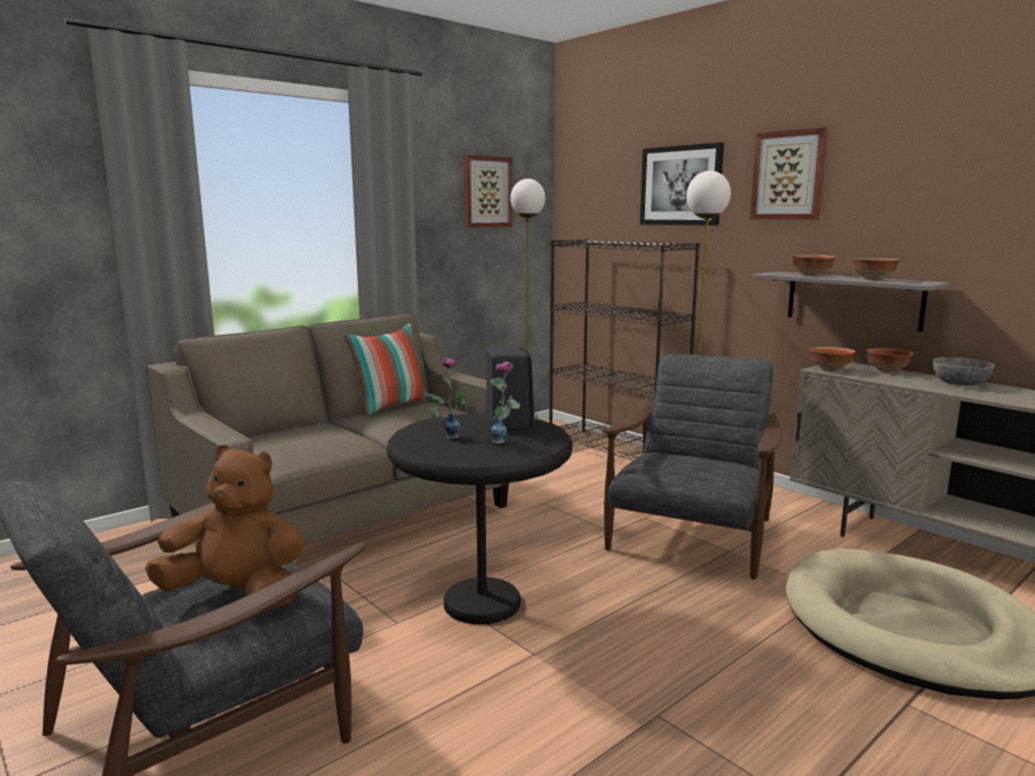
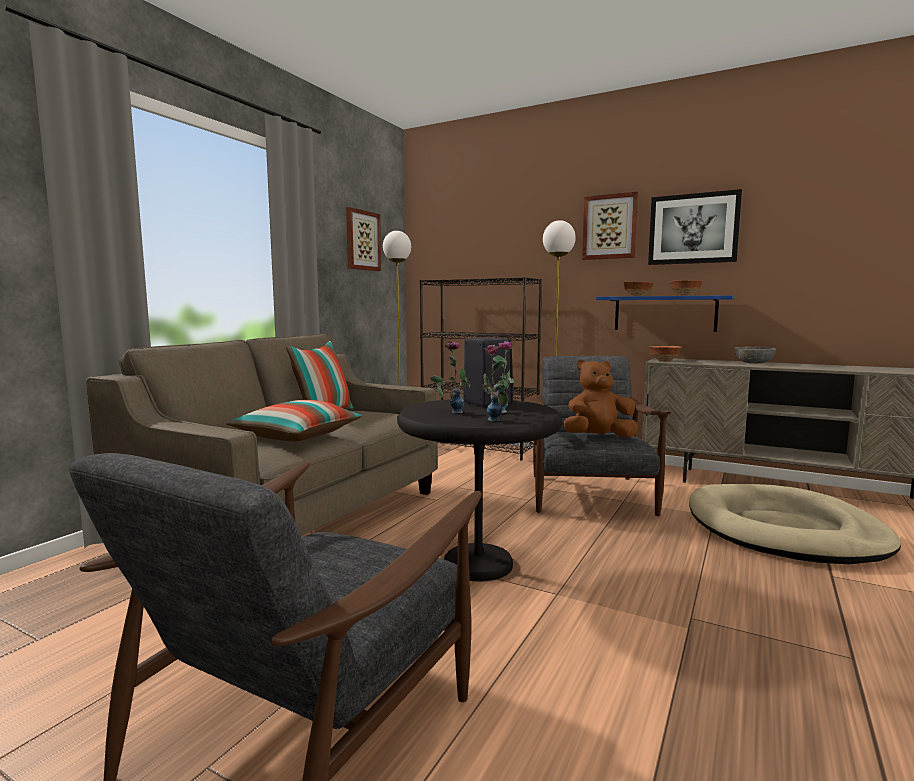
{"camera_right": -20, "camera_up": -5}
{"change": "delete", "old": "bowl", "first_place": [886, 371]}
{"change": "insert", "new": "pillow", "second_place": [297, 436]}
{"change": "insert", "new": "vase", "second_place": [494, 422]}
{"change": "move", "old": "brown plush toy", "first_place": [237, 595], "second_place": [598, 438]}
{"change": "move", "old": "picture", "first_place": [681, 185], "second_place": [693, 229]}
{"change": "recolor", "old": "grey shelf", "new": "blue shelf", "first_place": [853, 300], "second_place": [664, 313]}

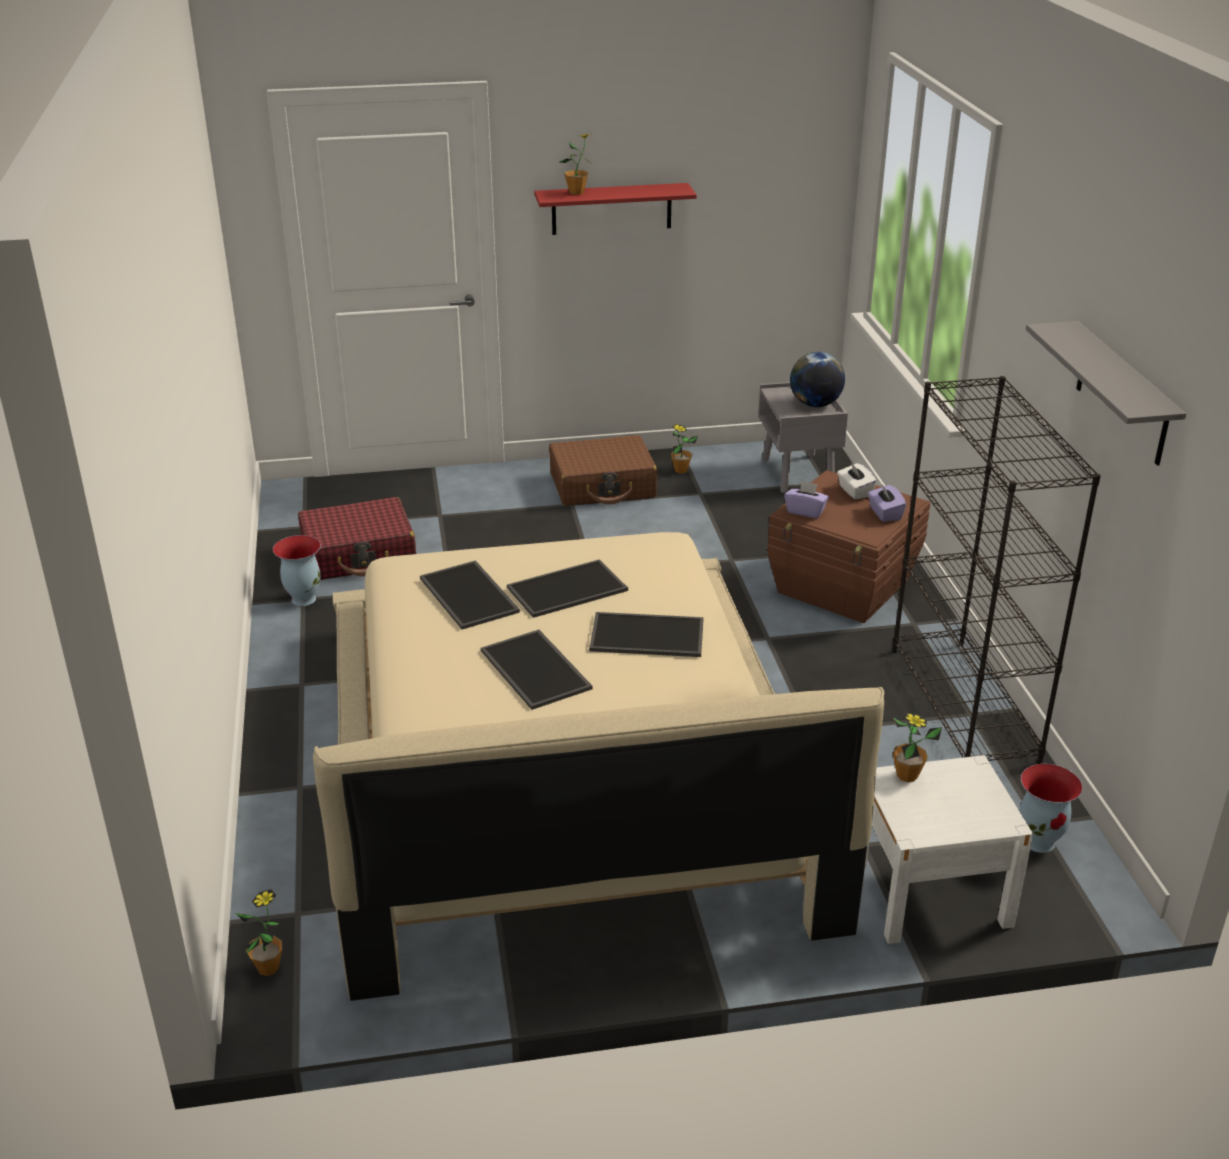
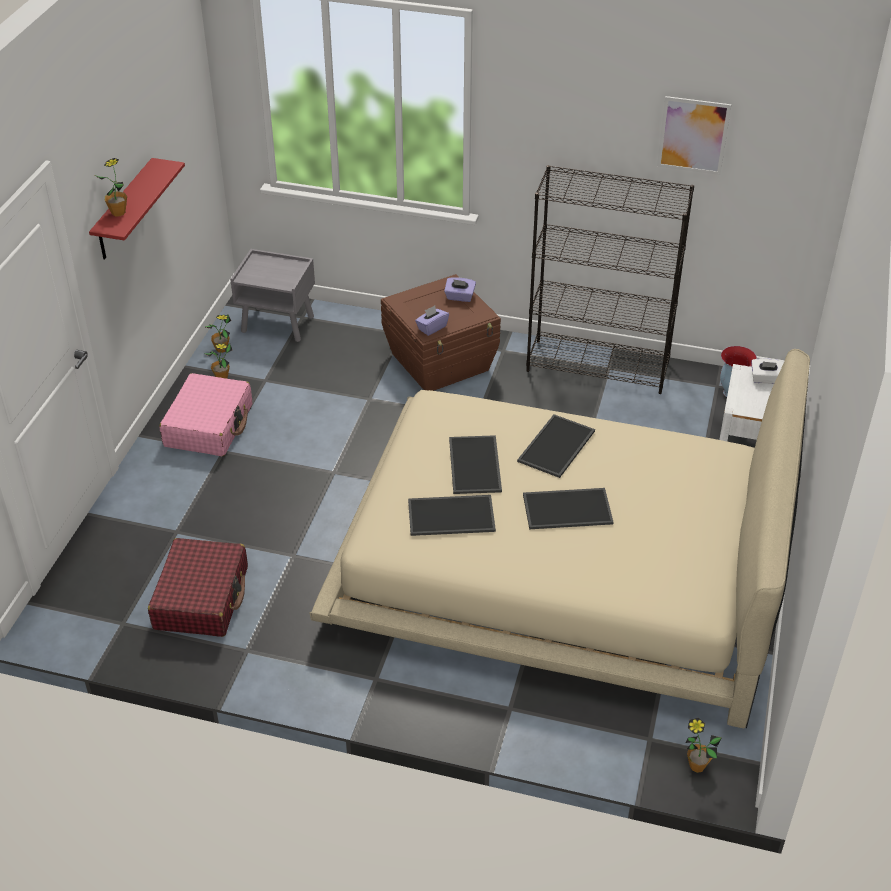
{"camera_right": -65, "camera_up": 10}
{"change": "delete", "old": "vase", "first_place": [303, 599]}
{"change": "delete", "old": "globe", "first_place": [815, 404]}
{"change": "move", "old": "white tissue box", "first_place": [854, 491], "second_place": [765, 379]}
{"change": "move", "old": "potted plant", "first_place": [907, 775], "second_place": [221, 349]}
{"change": "replace", "old": "grey shelf", "new": "picture", "first_place": [1122, 394], "second_place": [693, 135]}
{"change": "recolor", "old": "brown suitcase", "new": "pink suitcase", "first_place": [603, 485], "second_place": [209, 425]}

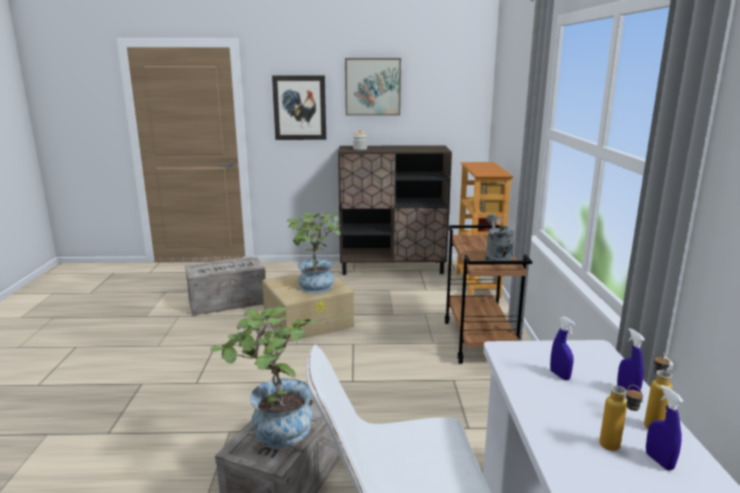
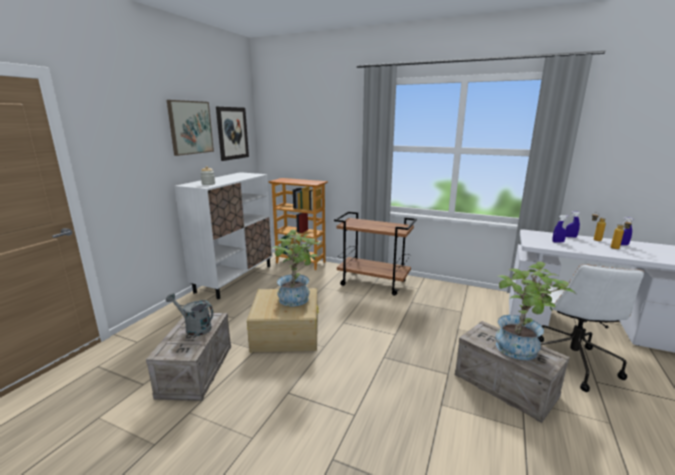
{"camera_right": -65, "camera_up": 0}
{"change": "move", "old": "picture", "first_place": [299, 108], "second_place": [232, 133]}
{"change": "move", "old": "grey watering can", "first_place": [497, 257], "second_place": [194, 328]}
{"change": "recolor", "old": "brown cabinet", "new": "white cabinet", "first_place": [392, 268], "second_place": [235, 278]}

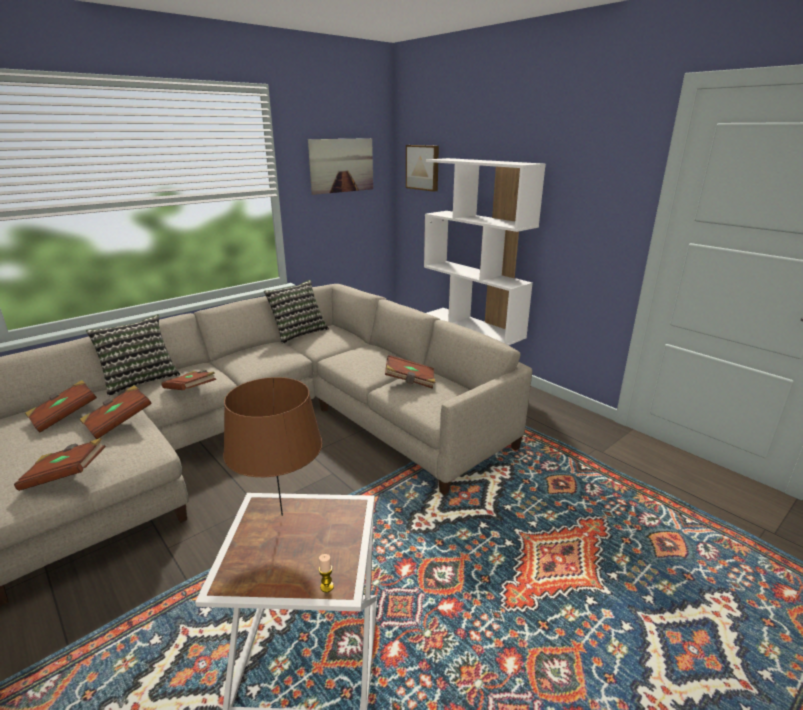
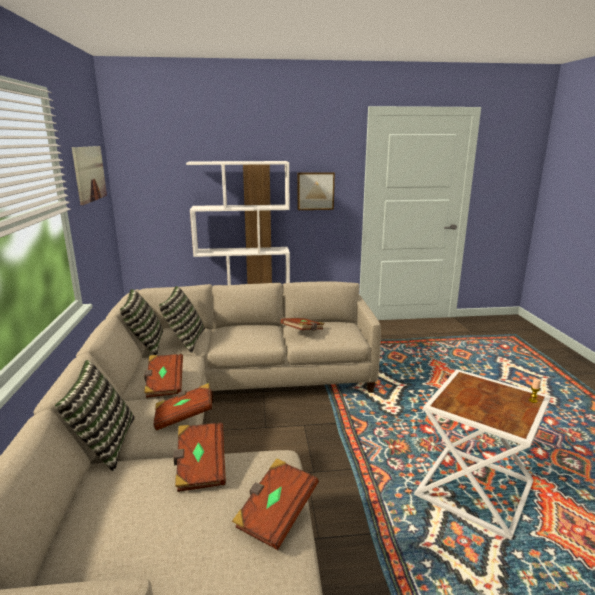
{"camera_right": -55, "camera_up": -5}
{"change": "delete", "old": "brown table lamp", "first_place": [282, 515]}
{"change": "insert", "new": "pillow", "second_place": [184, 340]}
{"change": "move", "old": "brown book", "first_place": [64, 416], "second_place": [164, 384]}
{"change": "move", "old": "picture", "first_place": [423, 167], "second_place": [315, 191]}

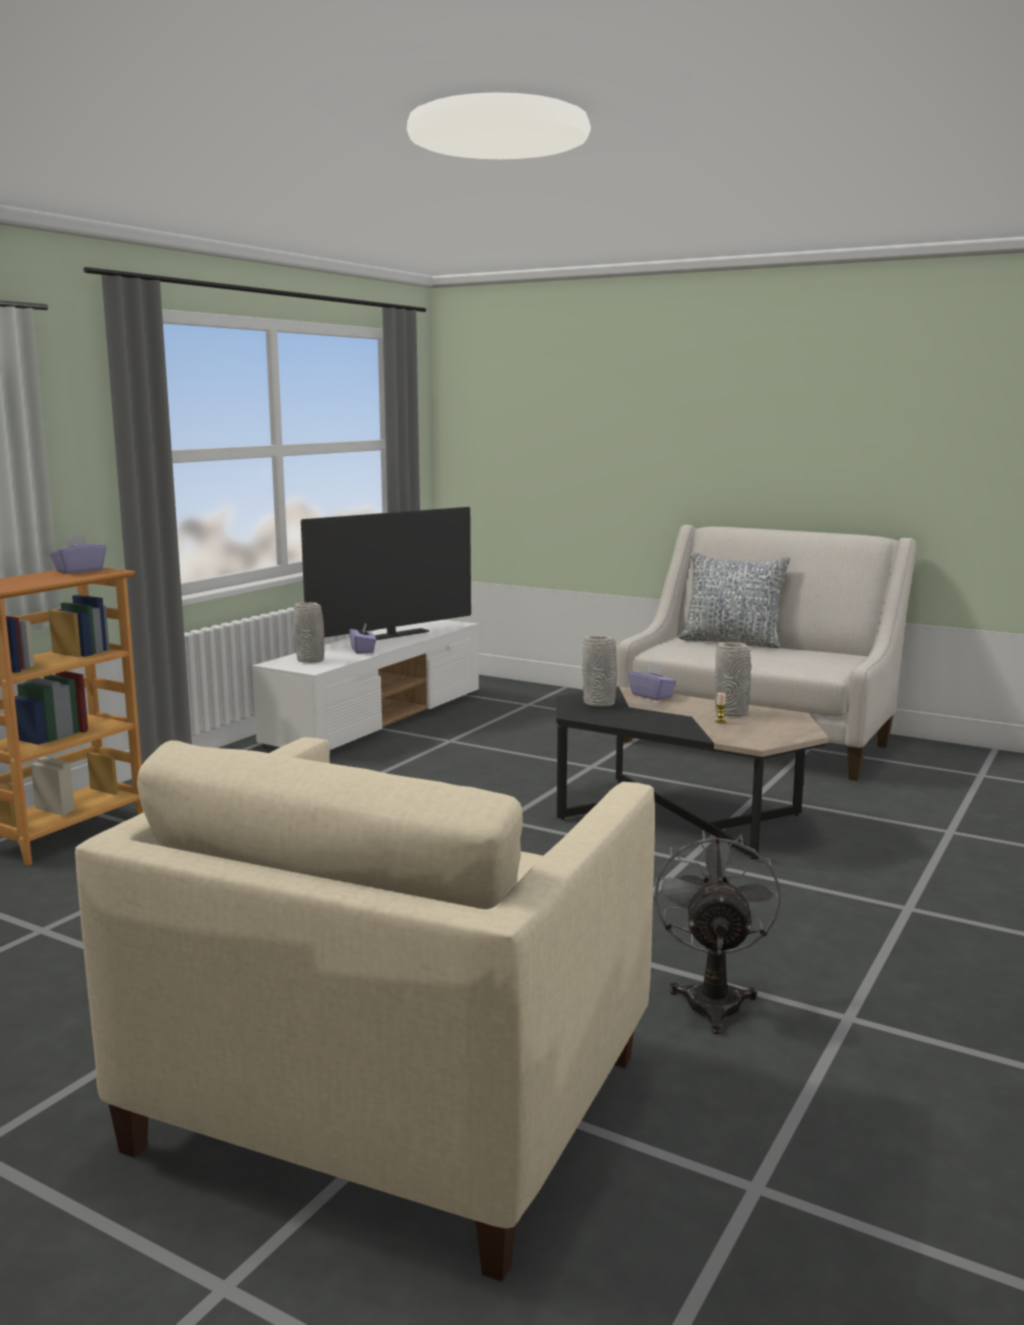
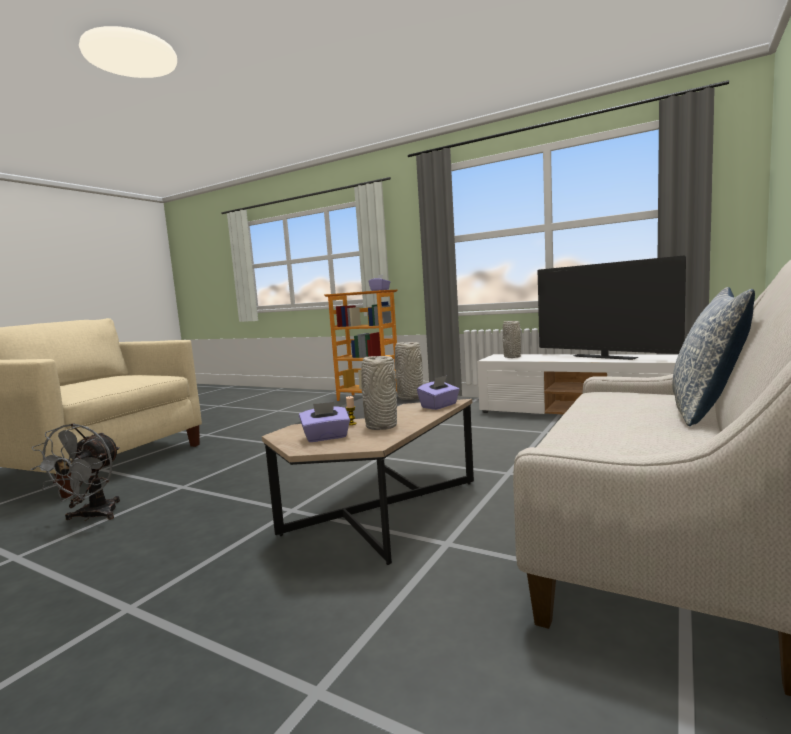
{"camera_right": 90, "camera_up": -5}
{"change": "move", "old": "purple tissue box", "first_place": [363, 650], "second_place": [326, 437]}
{"change": "rotate", "old": "grey fan", "first_place": [713, 998], "second_place": [92, 517], "degrees": 90}

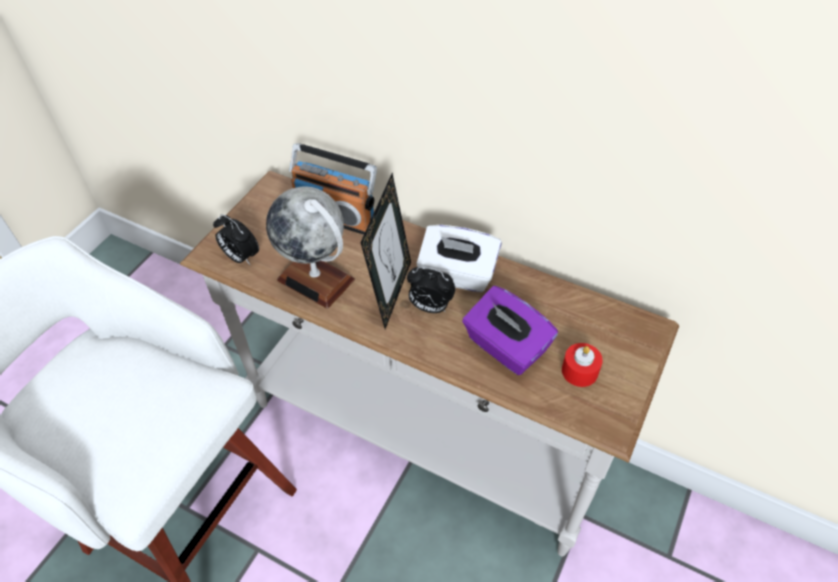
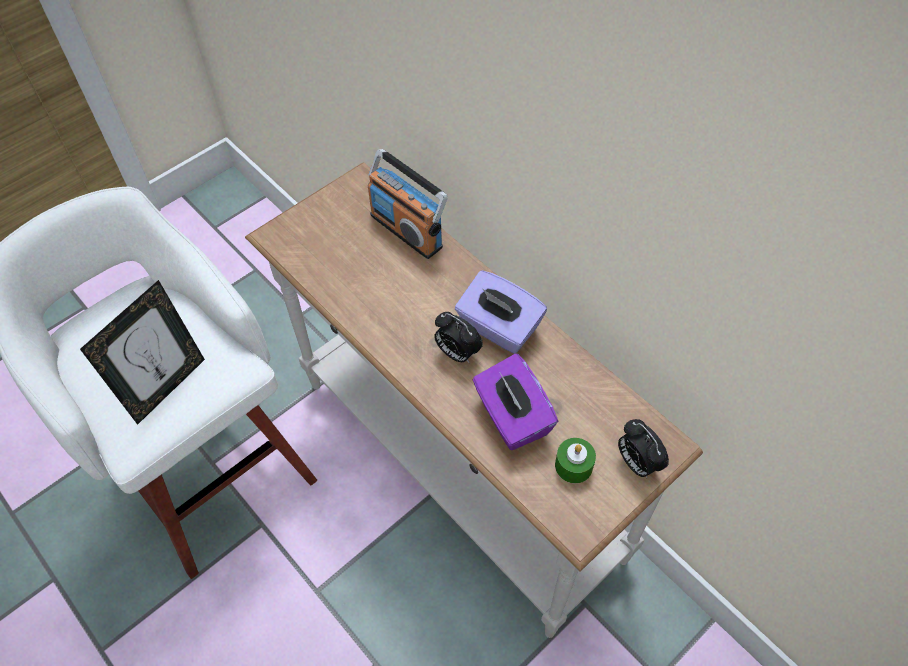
{"camera_right": 20, "camera_up": 5}
{"change": "delete", "old": "globe", "first_place": [316, 279]}
{"change": "move", "old": "alarm clock", "first_place": [241, 257], "second_place": [637, 463]}
{"change": "move", "old": "picture frame", "first_place": [391, 293], "second_place": [166, 387]}
{"change": "recolor", "old": "white tissue box", "new": "purple tissue box", "first_place": [457, 275], "second_place": [498, 328]}
{"change": "recolor", "old": "red candle", "new": "green candle", "first_place": [579, 371], "second_place": [573, 465]}

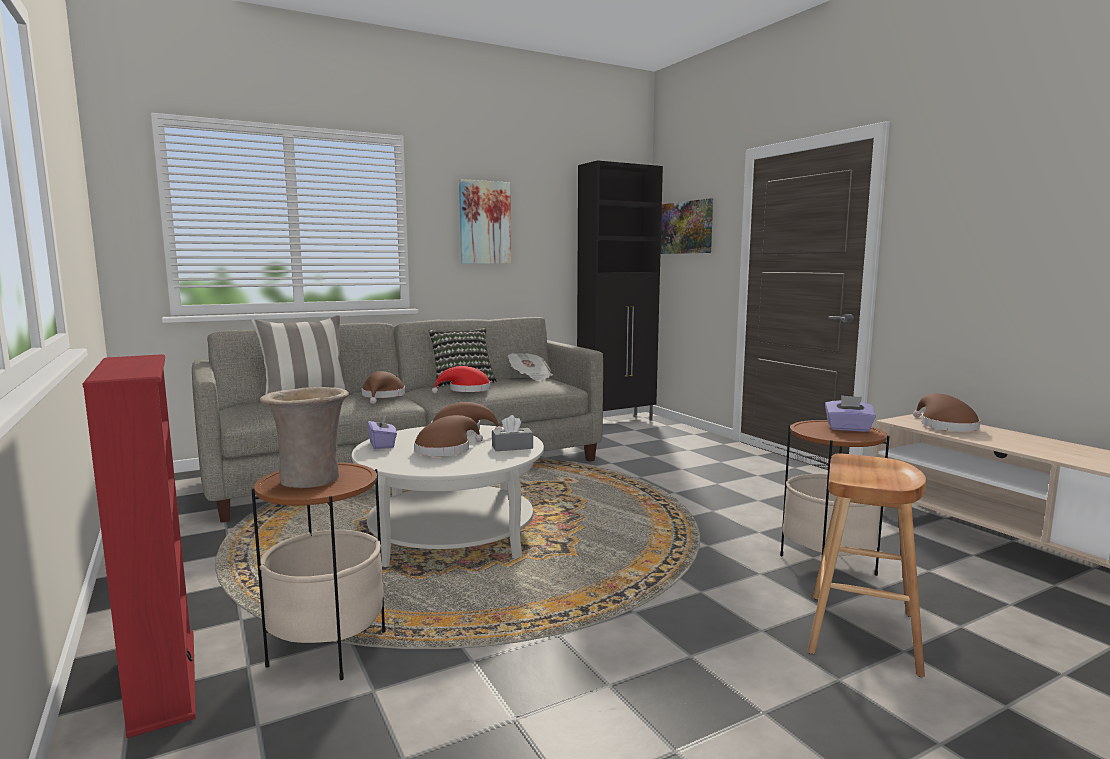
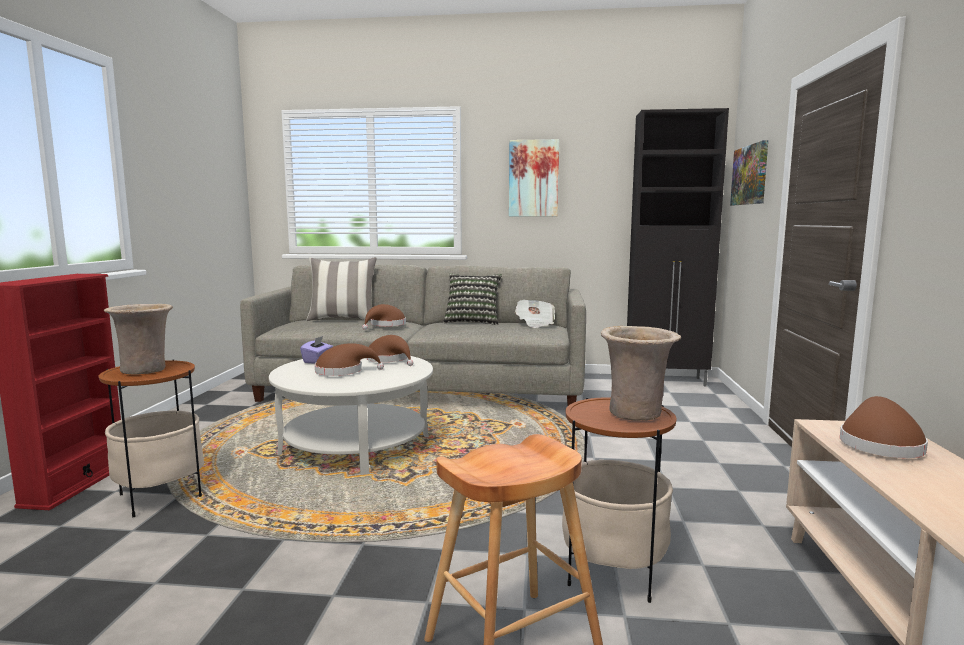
{"camera_right": 35, "camera_up": 0}
{"change": "delete", "old": "red hat", "first_place": [466, 390]}
{"change": "delete", "old": "grey tissue box", "first_place": [512, 447]}
{"change": "replace", "old": "purple tissue box", "new": "beige vase", "first_place": [848, 428], "second_place": [637, 414]}

